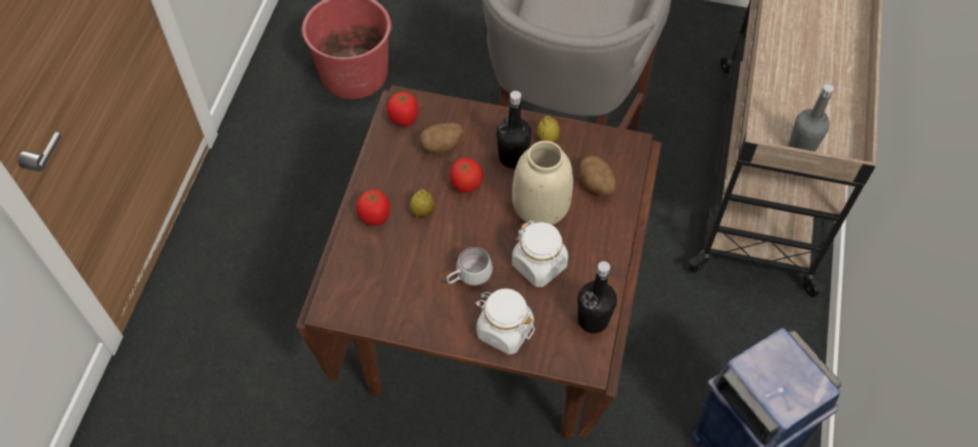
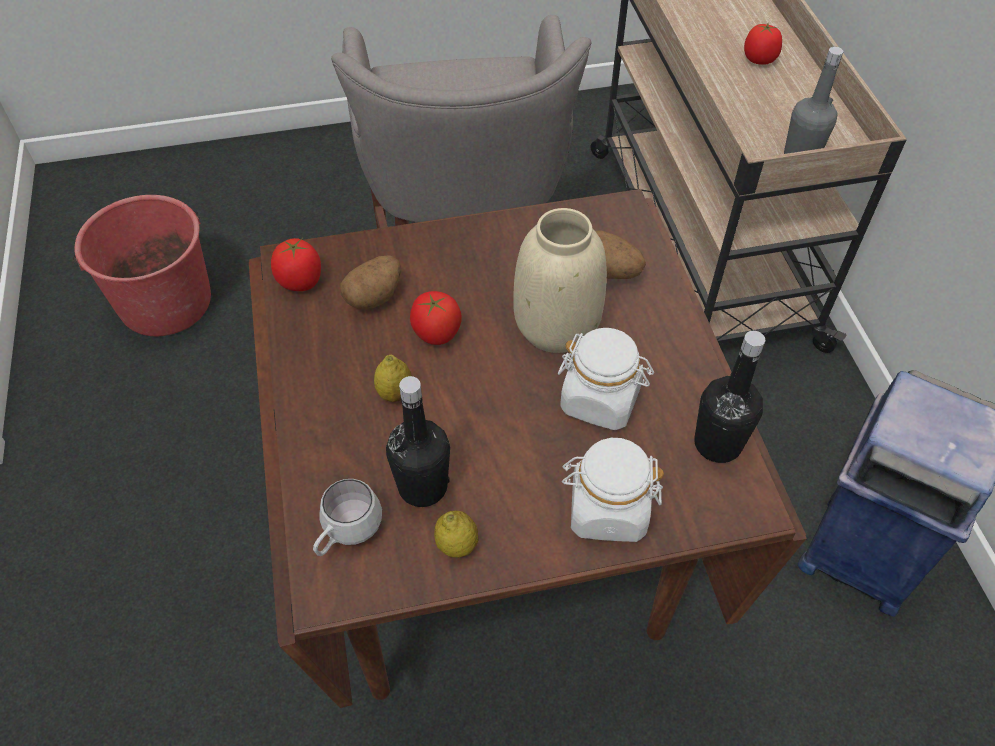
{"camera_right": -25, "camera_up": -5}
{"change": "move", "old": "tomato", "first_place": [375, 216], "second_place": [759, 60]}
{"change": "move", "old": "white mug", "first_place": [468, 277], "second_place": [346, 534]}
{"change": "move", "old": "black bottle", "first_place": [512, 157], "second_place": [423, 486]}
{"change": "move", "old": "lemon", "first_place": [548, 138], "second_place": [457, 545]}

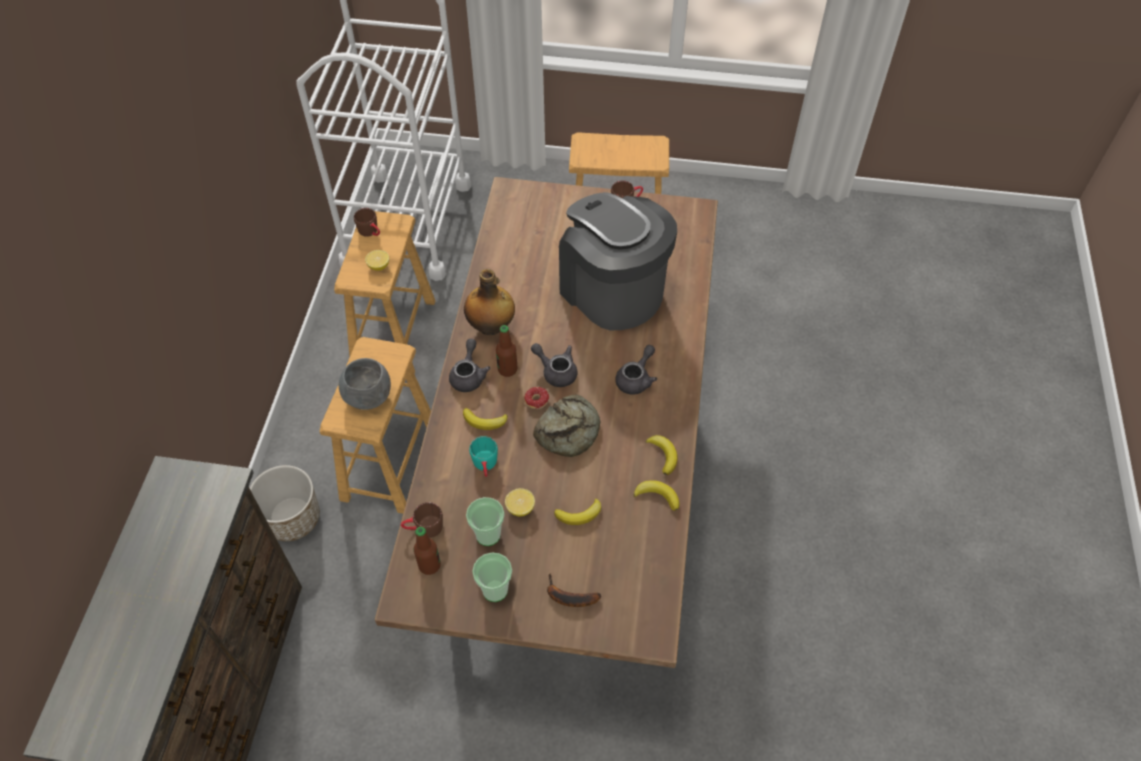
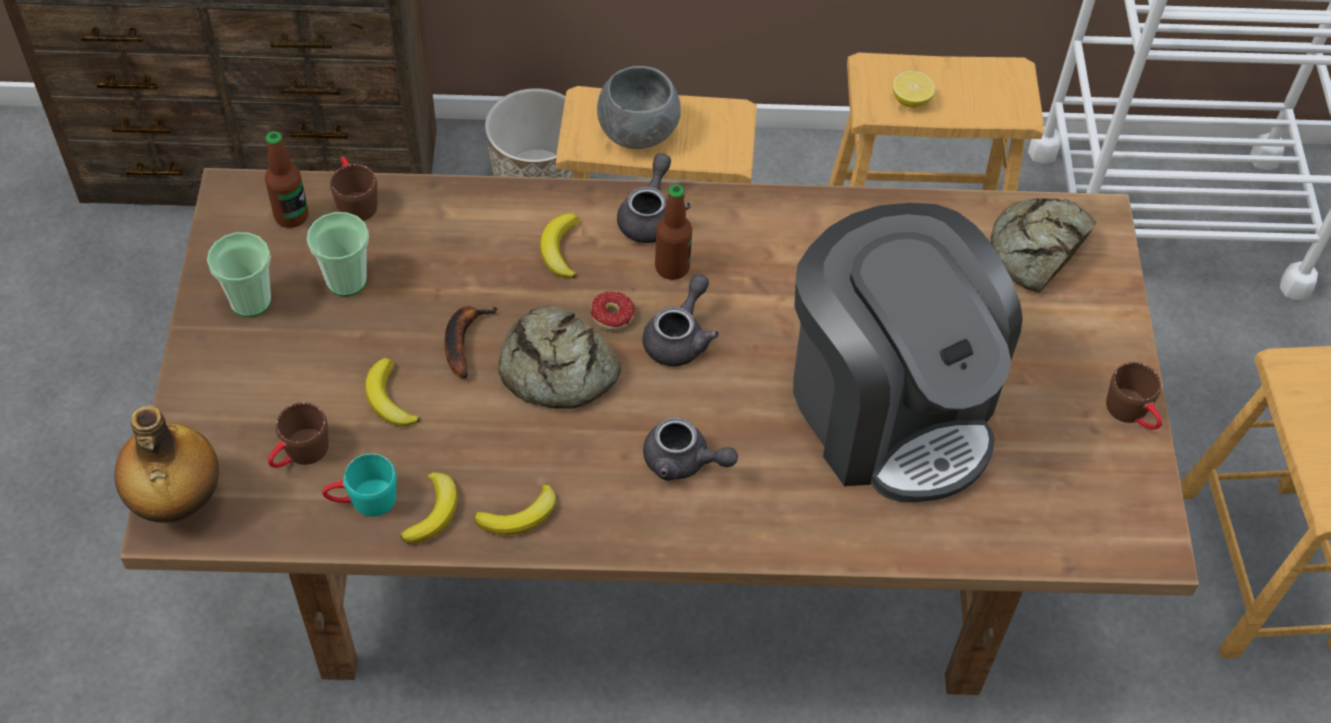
{"camera_right": 80, "camera_up": 0}
{"change": "delete", "old": "lemon", "first_place": [520, 508]}
{"change": "insert", "new": "bread", "second_place": [1037, 249]}
{"change": "move", "old": "brown mug", "first_place": [371, 232], "second_place": [299, 455]}
{"change": "move", "old": "bottle", "first_place": [491, 326], "second_place": [177, 502]}
{"change": "move", "old": "turquoise mug", "first_place": [485, 466], "second_place": [363, 501]}
{"change": "move", "old": "banana", "first_place": [568, 597], "second_place": [463, 340]}
{"change": "rotate", "old": "grey teapot", "first_place": [469, 375], "second_place": [651, 216], "degrees": -75}
{"change": "rotate", "old": "coffee machine", "first_place": [612, 290], "second_place": [889, 407], "degrees": 105}

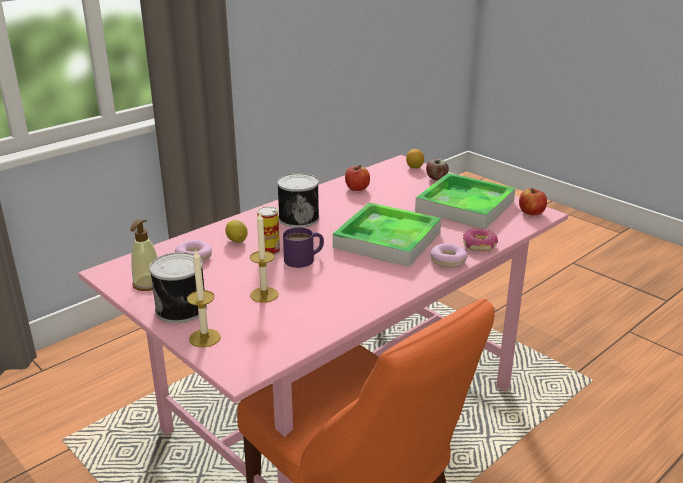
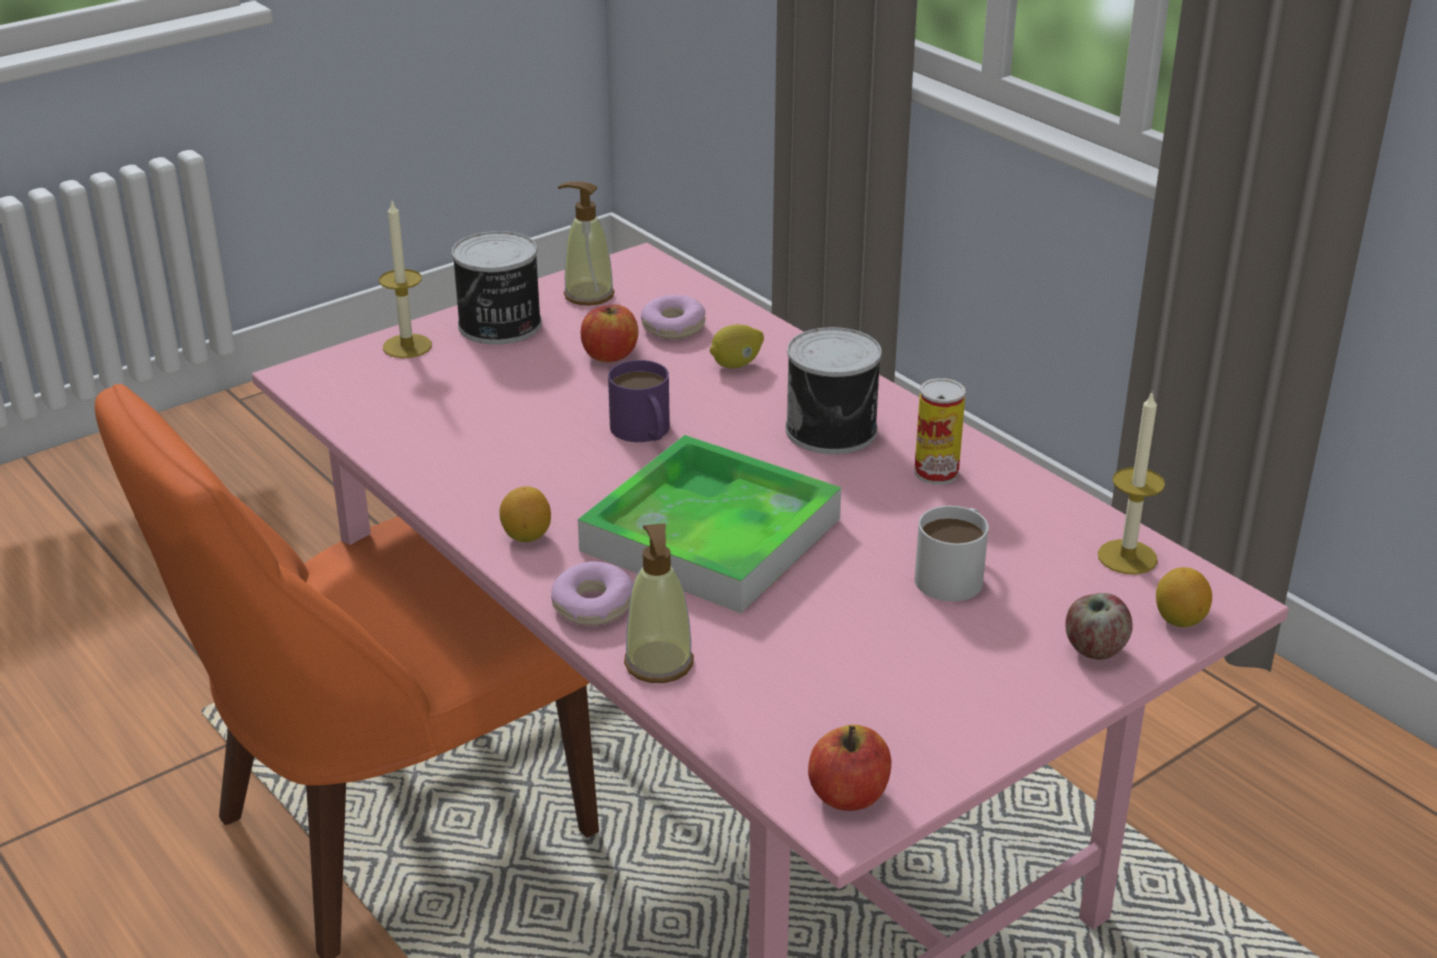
{"camera_right": 95, "camera_up": 5}
{"change": "delete", "old": "tray", "first_place": [465, 206]}
{"change": "insert", "new": "lemon", "second_place": [526, 536]}
{"change": "insert", "new": "white mug", "second_place": [954, 573]}
{"change": "move", "old": "candle", "first_place": [264, 295], "second_place": [1127, 557]}
{"change": "move", "old": "can", "first_place": [269, 251], "second_place": [936, 472]}
{"change": "move", "old": "apple", "first_place": [357, 188], "second_place": [609, 355]}
{"change": "replace", "old": "donut", "new": "soap dispenser", "first_place": [479, 245], "second_place": [659, 663]}

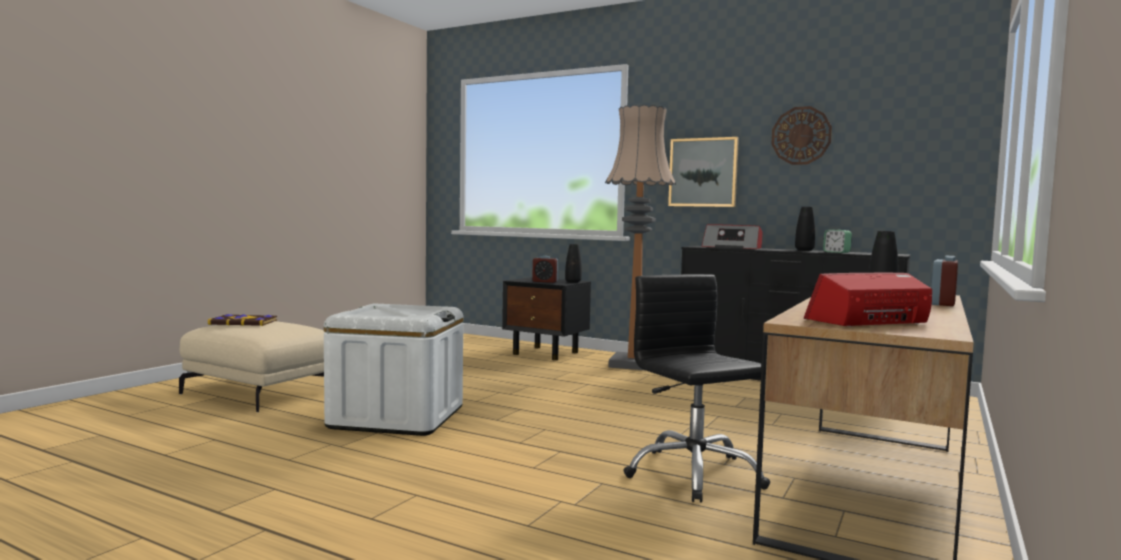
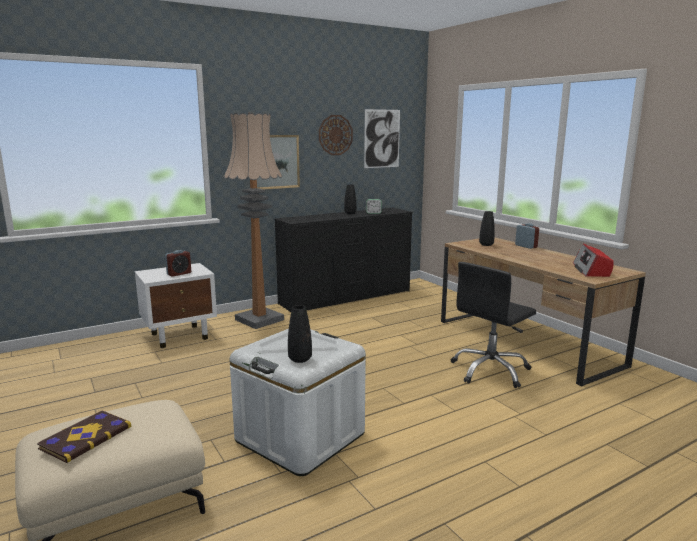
{"camera_right": -60, "camera_up": 10}
{"change": "delete", "old": "radio", "first_place": [733, 248]}
{"change": "insert", "new": "picture", "second_place": [382, 138]}
{"change": "move", "old": "black vase", "first_place": [573, 282], "second_place": [300, 359]}
{"change": "recolor", "old": "black nightstand", "new": "white nightstand", "first_place": [546, 353], "second_place": [180, 336]}
{"change": "rotate", "old": "black office chair", "first_place": [693, 474], "second_place": [490, 370], "degrees": -45}

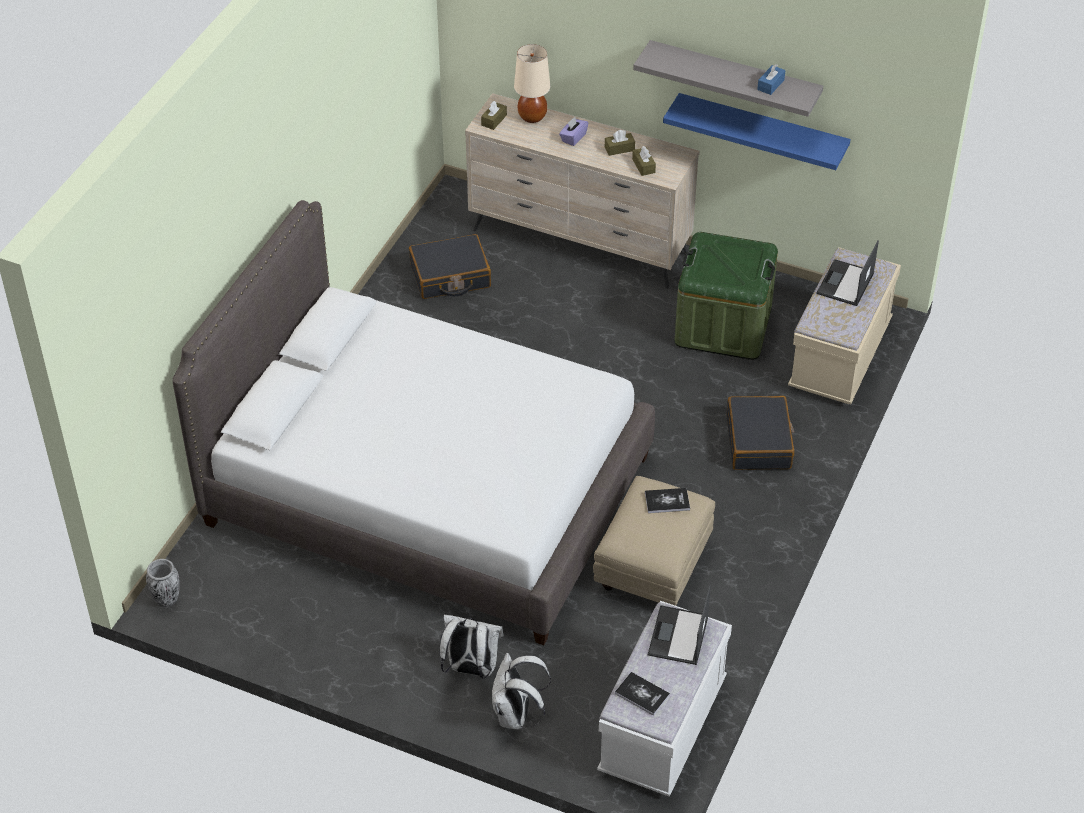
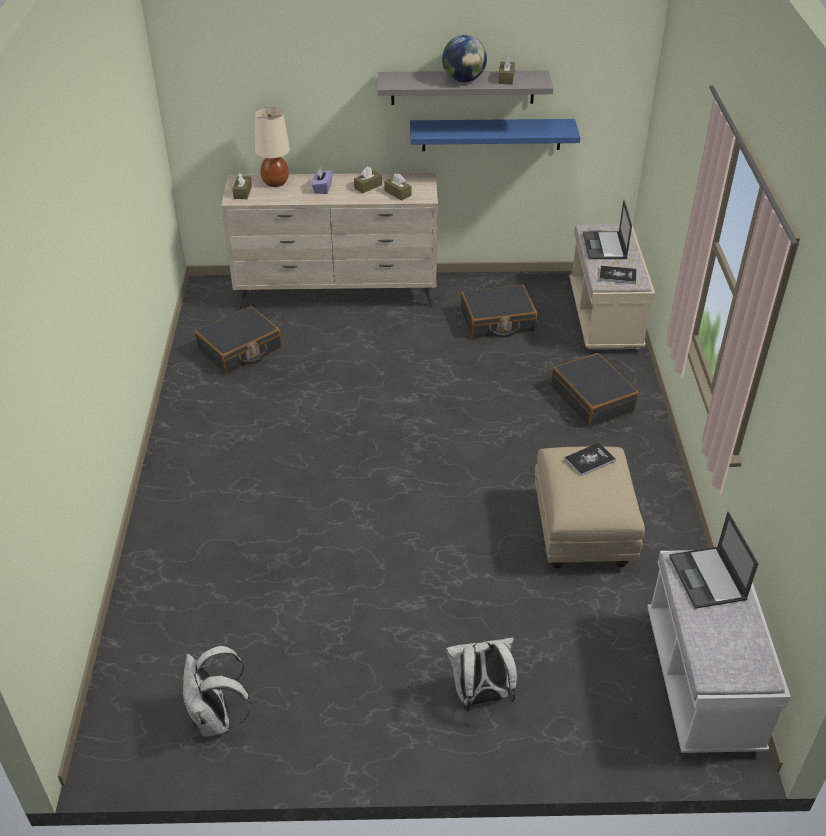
{"camera_right": -25, "camera_up": -5}
{"change": "delete", "old": "vase", "first_place": [167, 600]}
{"change": "delete", "old": "white bed", "first_place": [427, 490]}
{"change": "insert", "new": "globe", "second_place": [463, 80]}
{"change": "move", "old": "white backpack", "first_place": [516, 716], "second_place": [216, 719]}
{"change": "move", "old": "book", "first_place": [642, 694], "second_place": [617, 275]}
{"change": "replace", "old": "green storage box", "new": "black suitcase", "first_place": [723, 325], "second_place": [497, 321]}
{"change": "recolor", "old": "blue tissue box", "new": "brown tissue box", "first_place": [770, 85], "second_place": [506, 78]}

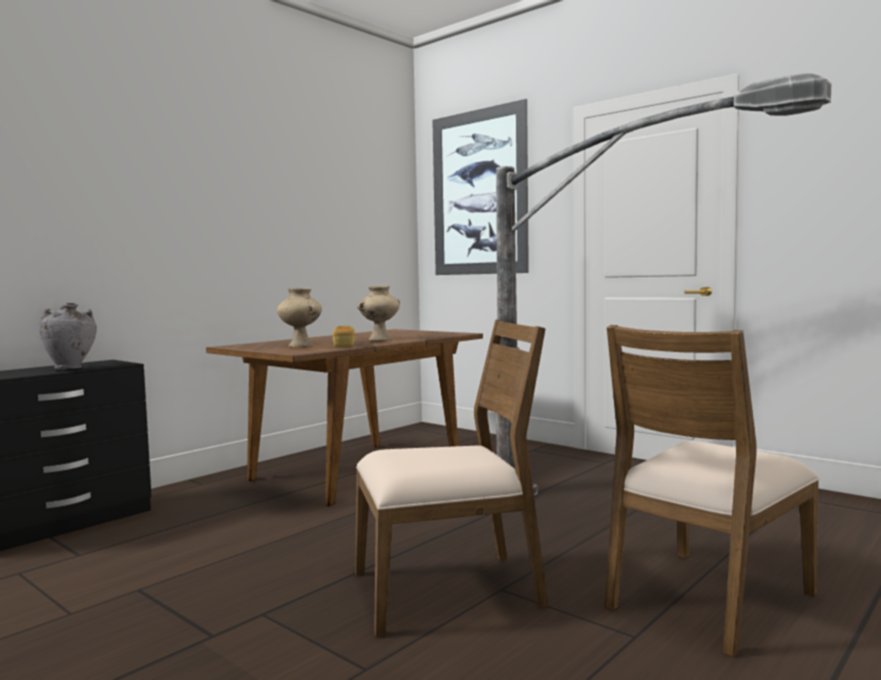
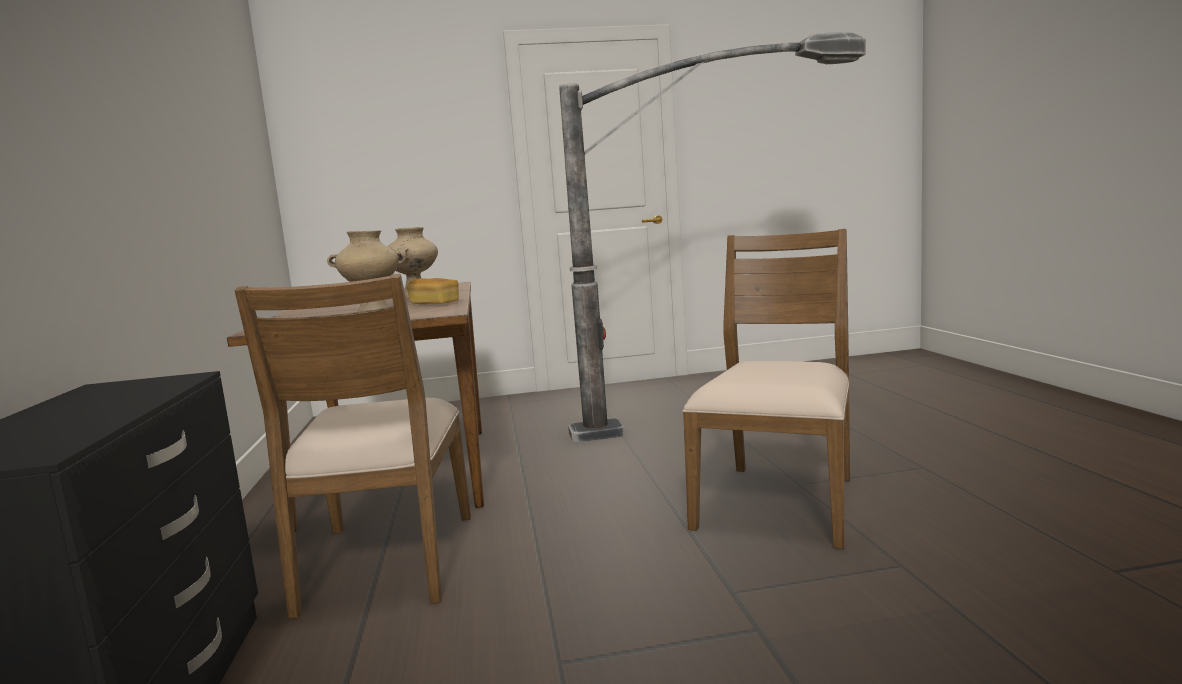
{"camera_right": -50, "camera_up": 5}
{"change": "delete", "old": "grey vase", "first_place": [70, 368]}
{"change": "delete", "old": "picture", "first_place": [479, 193]}
{"change": "move", "old": "brown chair", "first_place": [706, 599], "second_place": [385, 562]}

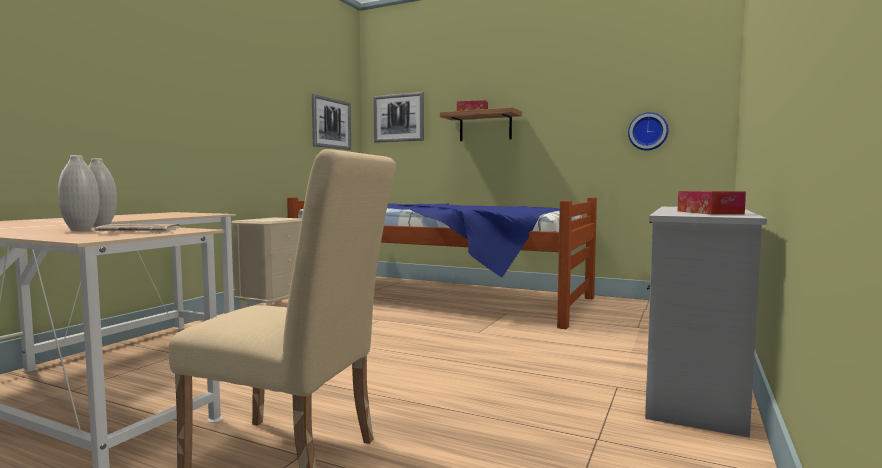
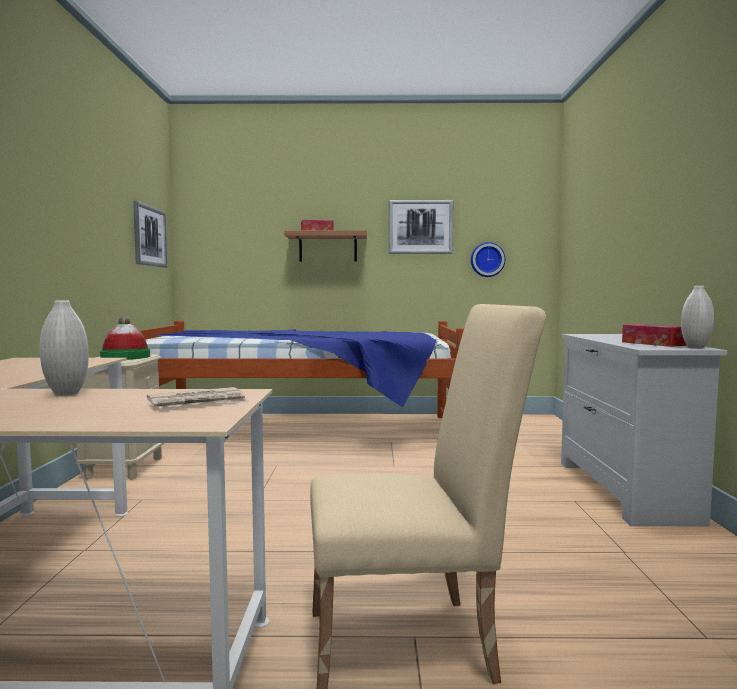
{"camera_right": -25, "camera_up": 0}
{"change": "insert", "new": "hat", "second_place": [125, 357]}
{"change": "move", "old": "white vase", "first_place": [81, 230], "second_place": [695, 348]}
{"change": "move", "old": "picture", "first_place": [398, 118], "second_place": [420, 227]}

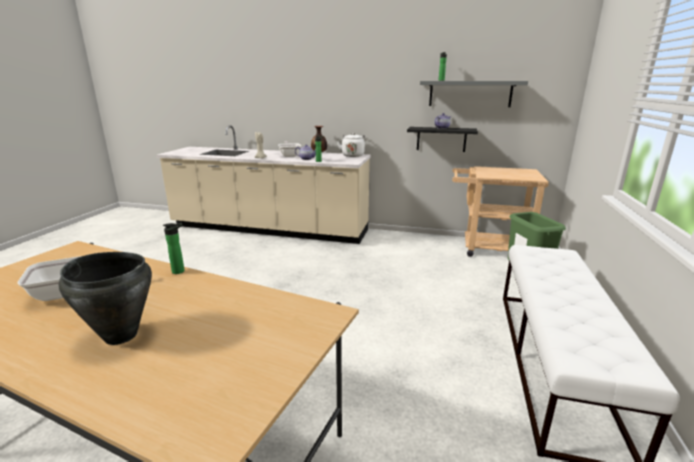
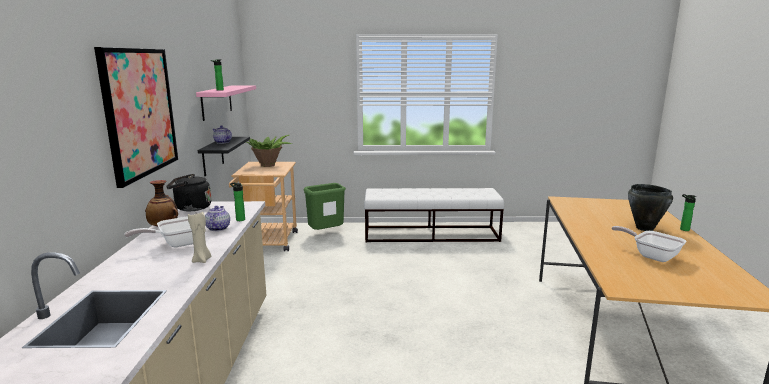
{"camera_right": -105, "camera_up": -5}
{"change": "insert", "new": "picture", "second_place": [140, 112]}
{"change": "insert", "new": "potted plant", "second_place": [268, 165]}
{"change": "move", "old": "bottle", "first_place": [180, 271], "second_place": [683, 229]}
{"change": "recolor", "old": "white kettle", "new": "black kettle", "first_place": [352, 155], "second_place": [191, 208]}
{"change": "recolor", "old": "grey shelf", "new": "pink shelf", "first_place": [470, 93], "second_place": [217, 102]}

